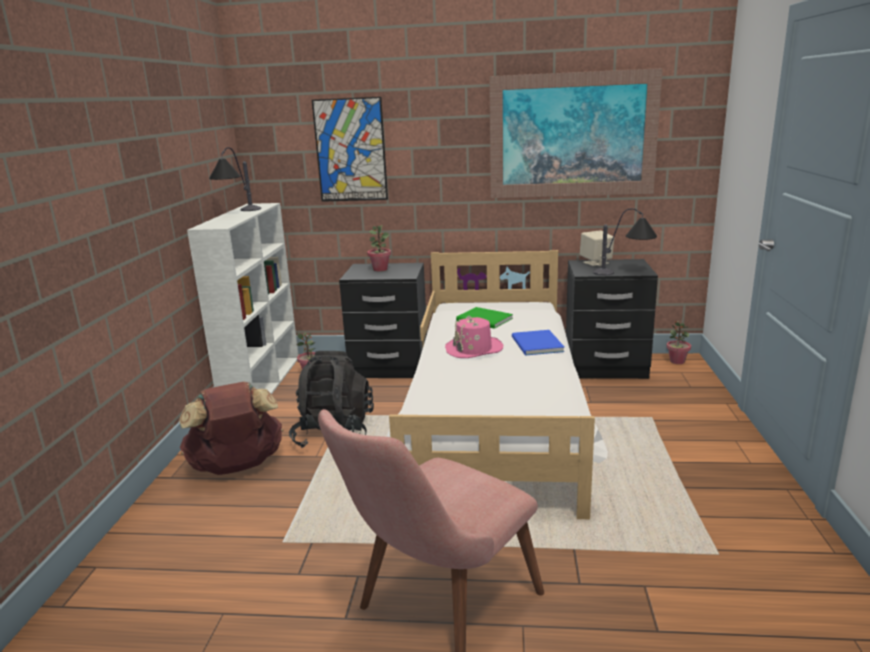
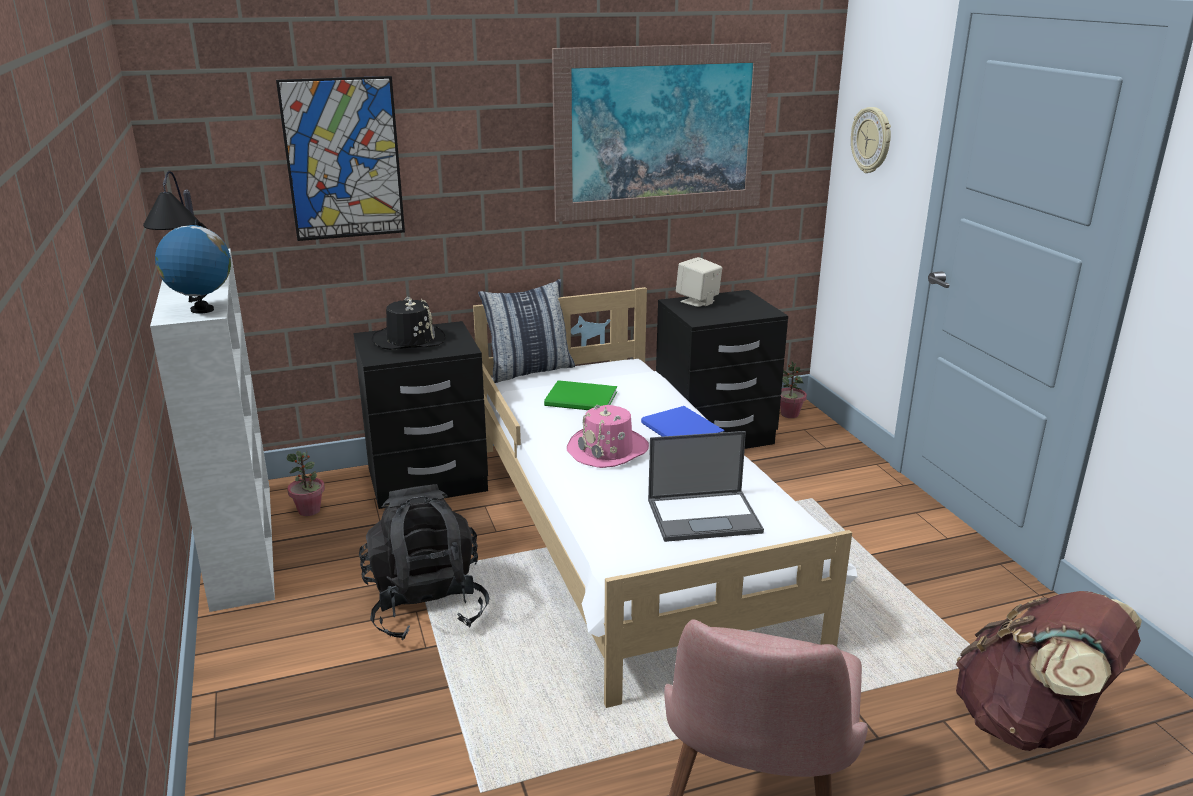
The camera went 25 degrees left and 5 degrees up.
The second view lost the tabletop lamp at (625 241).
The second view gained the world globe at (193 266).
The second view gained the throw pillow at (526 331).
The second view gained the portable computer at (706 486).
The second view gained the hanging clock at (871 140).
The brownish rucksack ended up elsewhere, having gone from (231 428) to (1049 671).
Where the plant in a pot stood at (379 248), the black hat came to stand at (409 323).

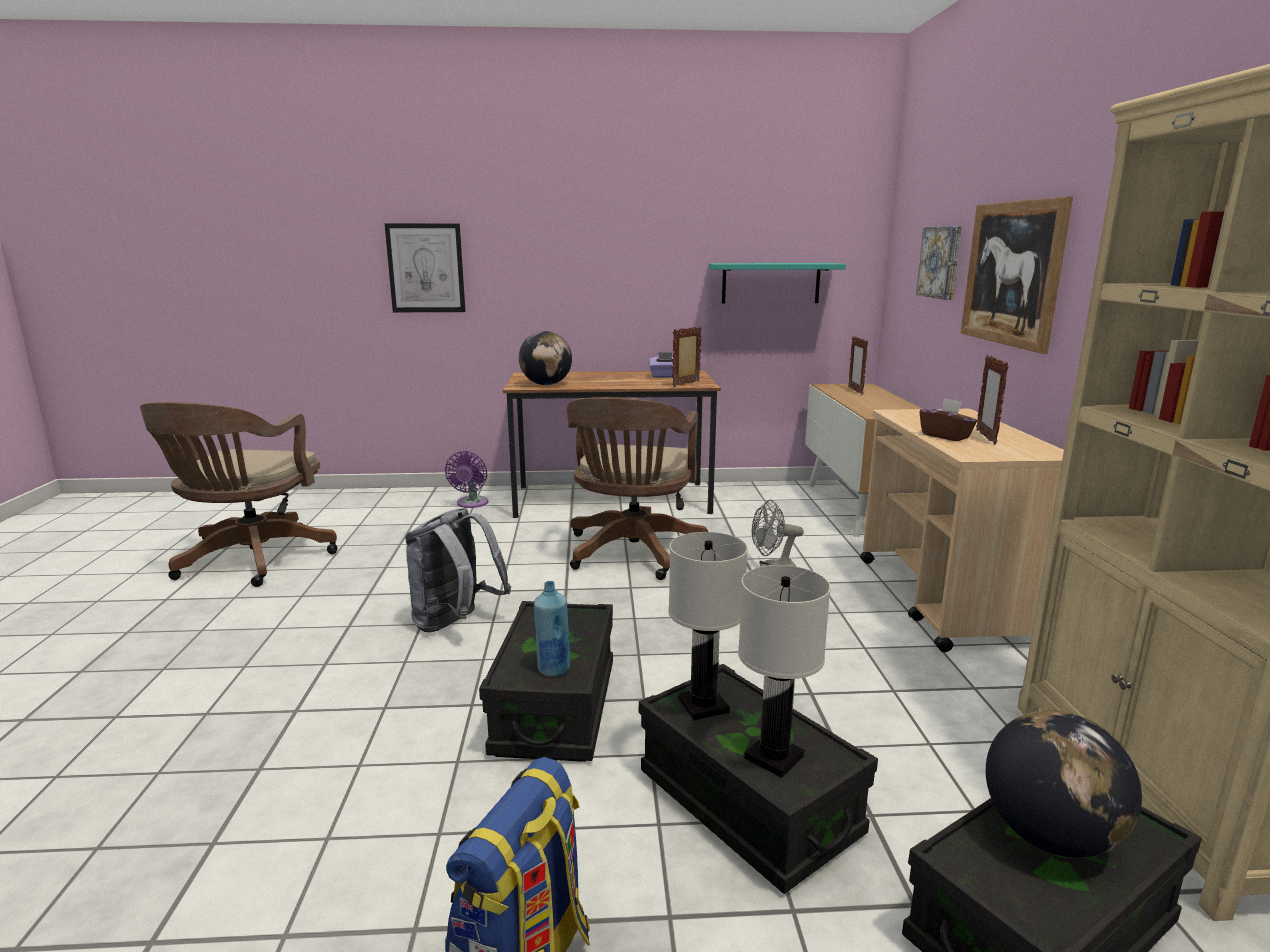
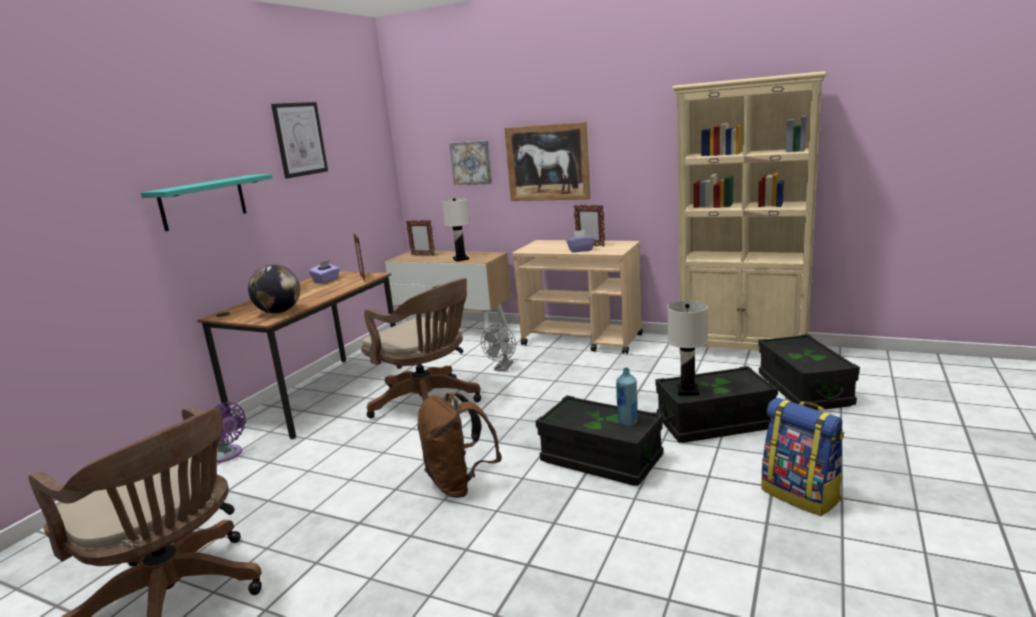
The camera went 60 degrees left and 0 degrees up.
The second view lost the world globe at (1064 784).
The wall picture ended up elsewhere, having gone from (425 267) to (299 140).
The turquoise bracket shelf ended up elsewhere, having gone from (777 283) to (206 202).
The whitish tabletop lamp ended up elsewhere, having gone from (784 671) to (455 230).
What was the grey rucksack at (458 570) turned into the brownish rucksack at (460 445).
What was the brownish tissue holder at (948 419) turned into the purple-coloured tissue holder at (580 241).

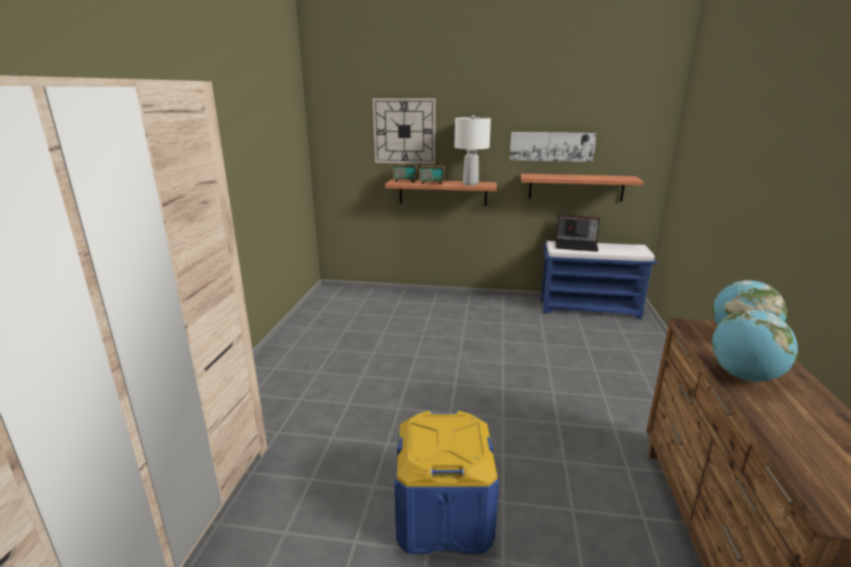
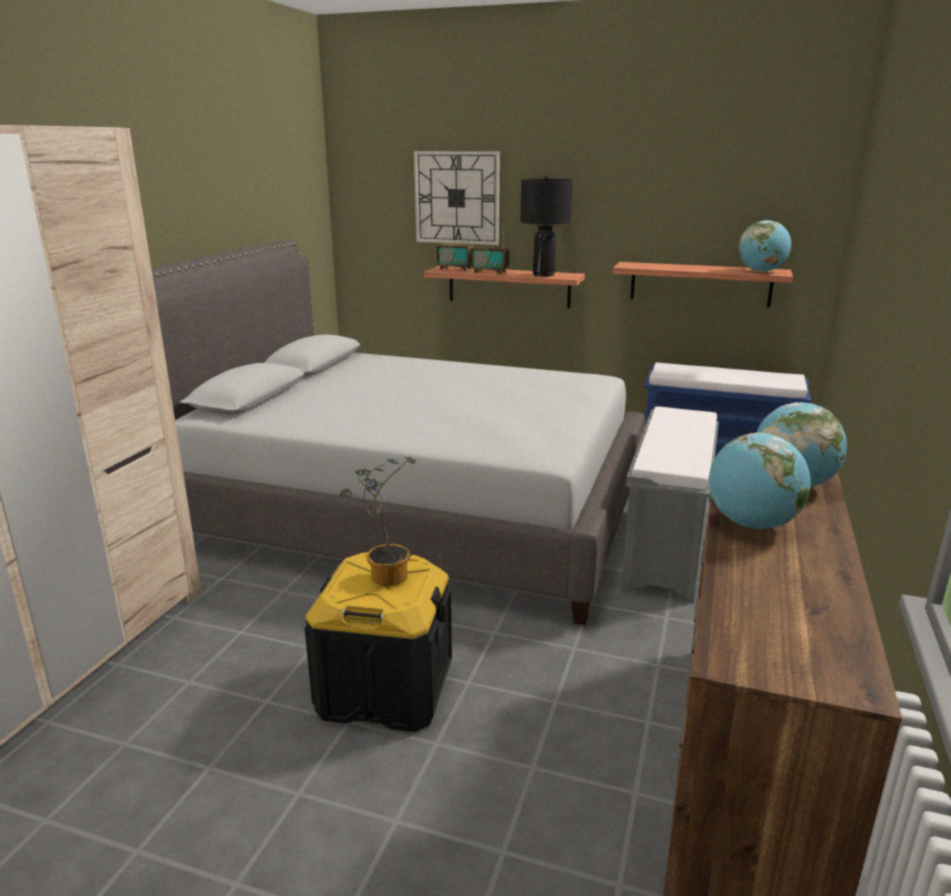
The camera went 10 degrees right and 0 degrees up.
The second view lost the wall picture at (553 147).
The second view lost the portable computer at (577 233).
The second view gained the grey bed at (398 432).
The second view gained the plant in a pot at (378 521).
The second view gained the grey long seat at (670 505).
The second view gained the world globe at (764 246).
What was the blue storage box at (446 482) turned into the black storage box at (378 642).
What was the whitish tabletop lamp at (472 150) turned into the black tabletop lamp at (547 226).

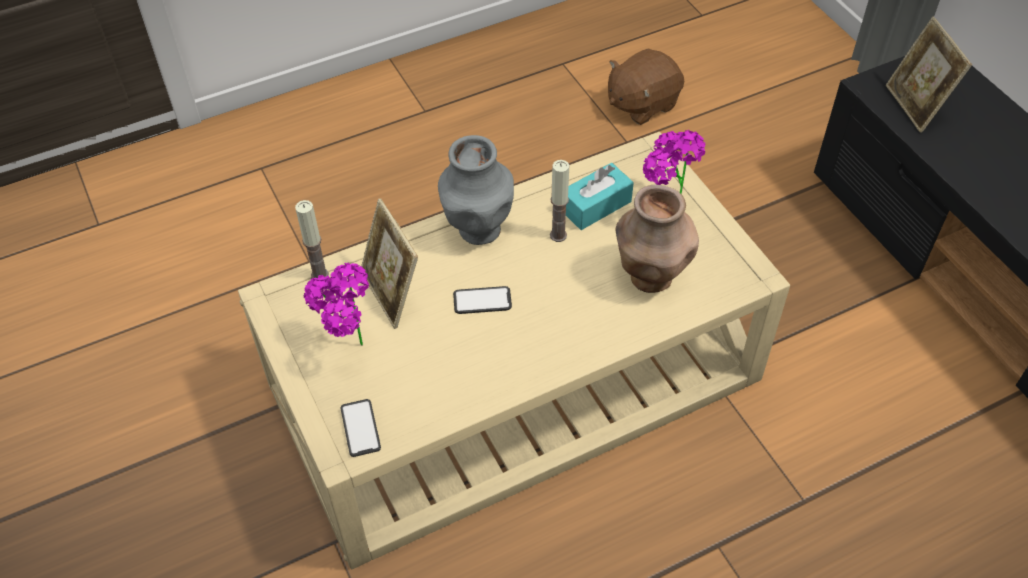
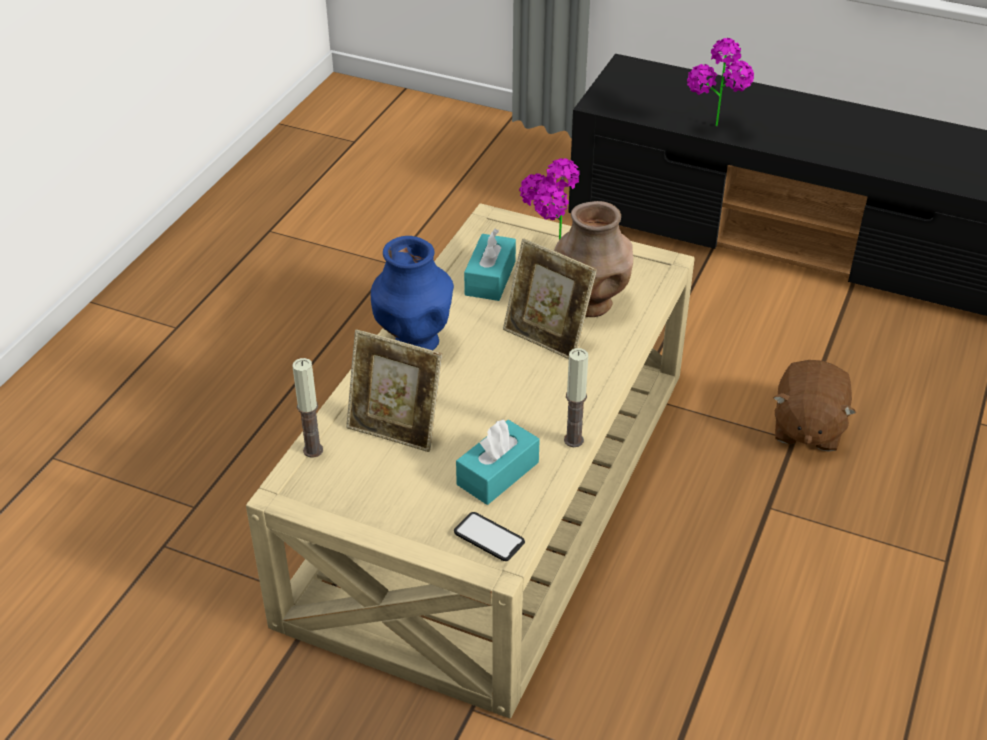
The camera went 40 degrees left and 10 degrees down.
The second view lost the telephone at (482 300).
The second view gained the turquoise tissue holder at (498 462).
The plant in a pot ended up elsewhere, having gone from (336 304) to (720 82).
The wax candle ended up elsewhere, having gone from (559 201) to (576 397).
The brownish soft toy ended up elsewhere, having gone from (646 86) to (814 406).
The standing frame ended up elsewhere, having gone from (929 75) to (550 298).
What was the grey decorative vase at (476 190) turned into the blue decorative vase at (412 293).

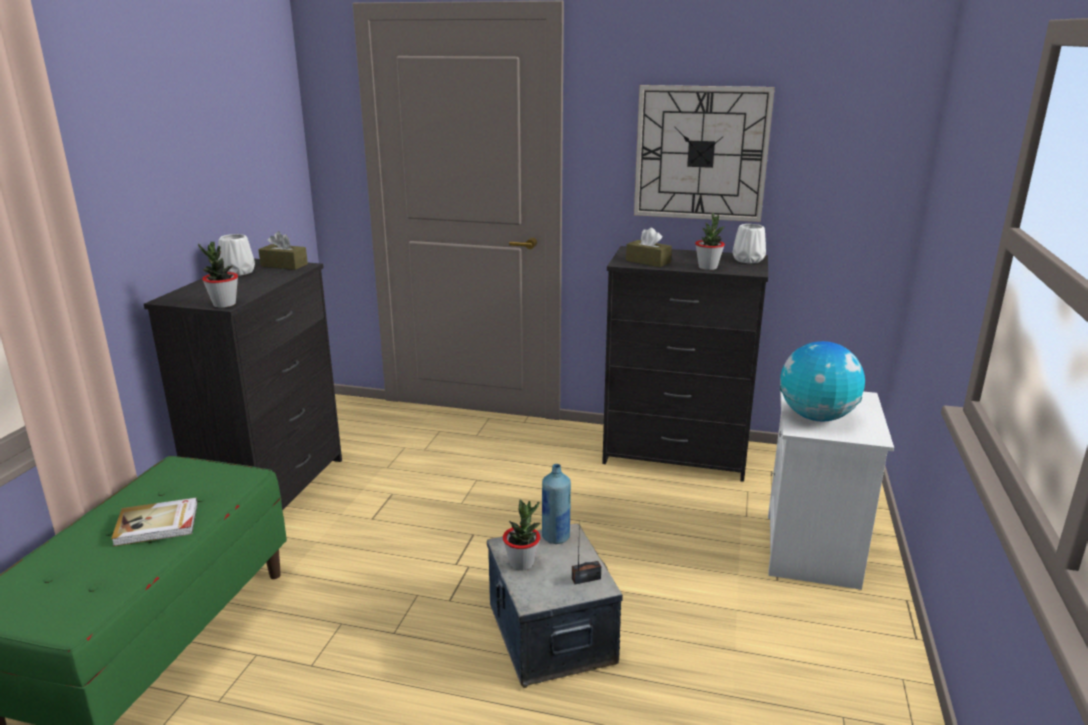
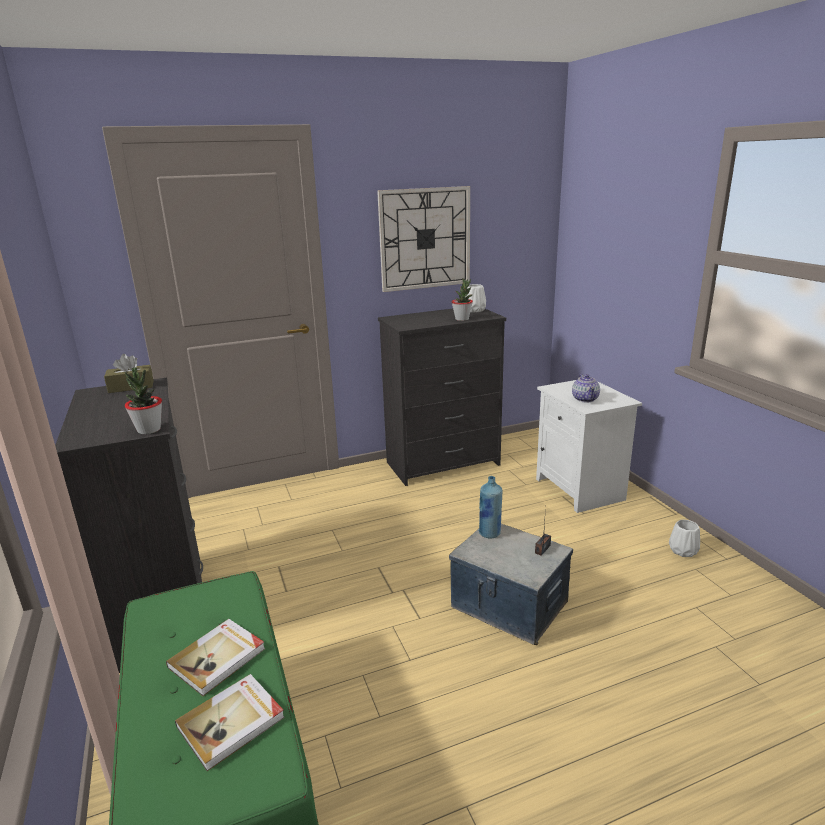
The camera went 35 degrees left and 0 degrees up.
The second view lost the plant in a pot at (521 535).
The second view lost the brownish tissue holder at (649 247).
The second view gained the volume at (230 722).
The whitish decorative vase ended up elsewhere, having gone from (236 255) to (684 538).
Where the world globe stood at (822 381), the pot for tea came to stand at (586 388).

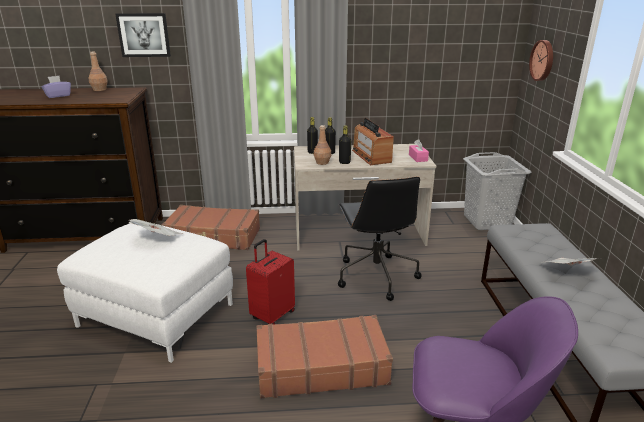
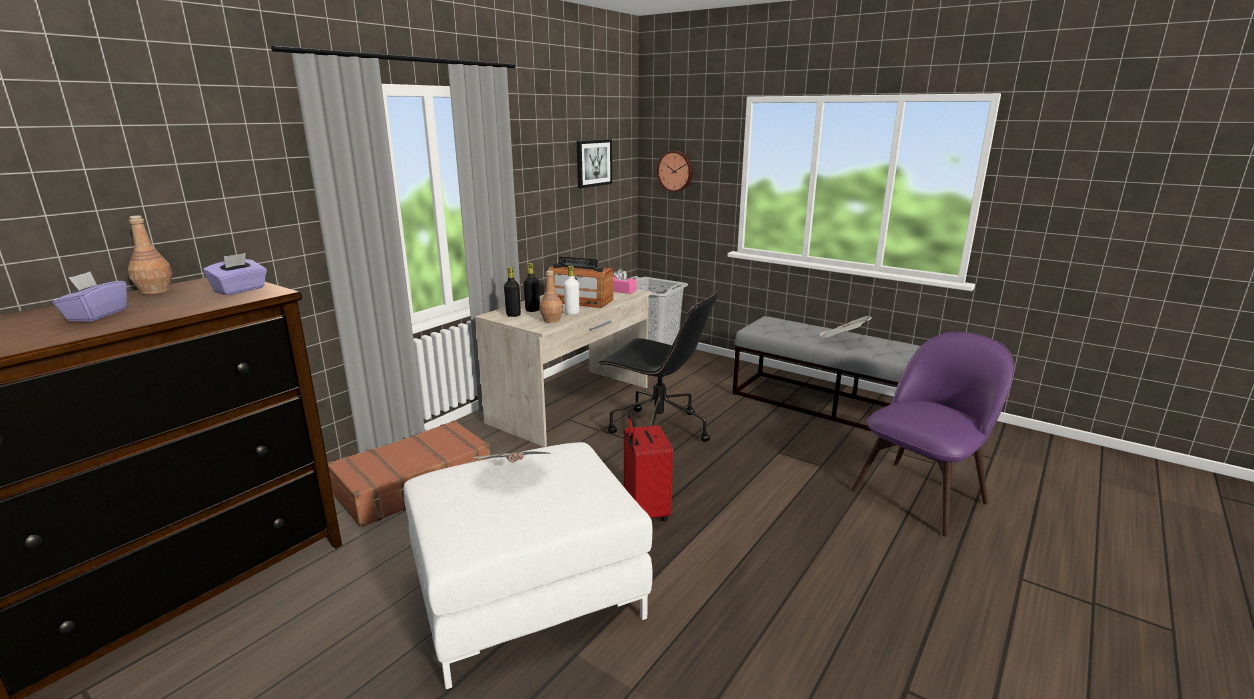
The camera went 50 degrees left and 5 degrees down.
The second view lost the brownish piece of luggage at (324 357).
The second view gained the purple-coloured tissue holder at (235 274).
The wall picture ended up elsewhere, having gone from (143 35) to (594 163).
What was the black beverage bottle at (345 144) turned into the whitish beverage bottle at (571 290).

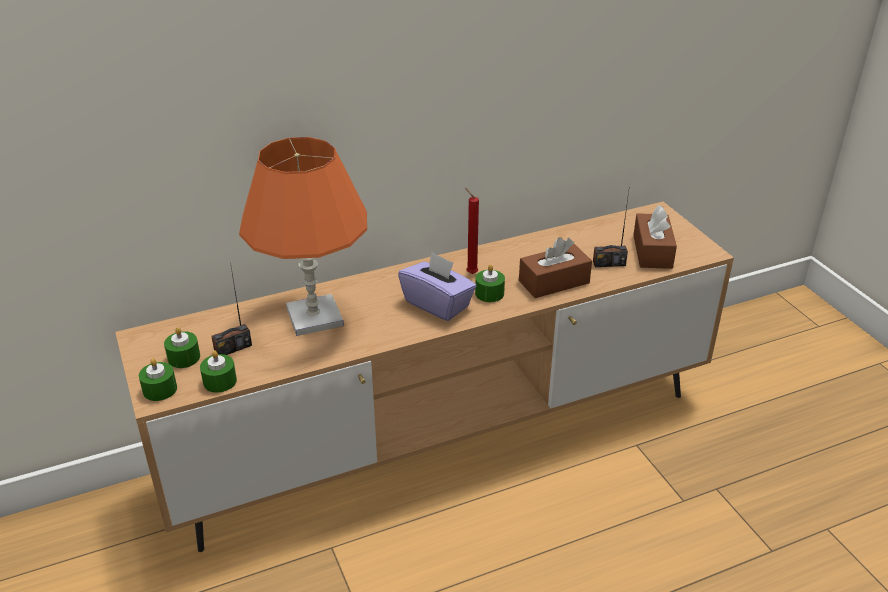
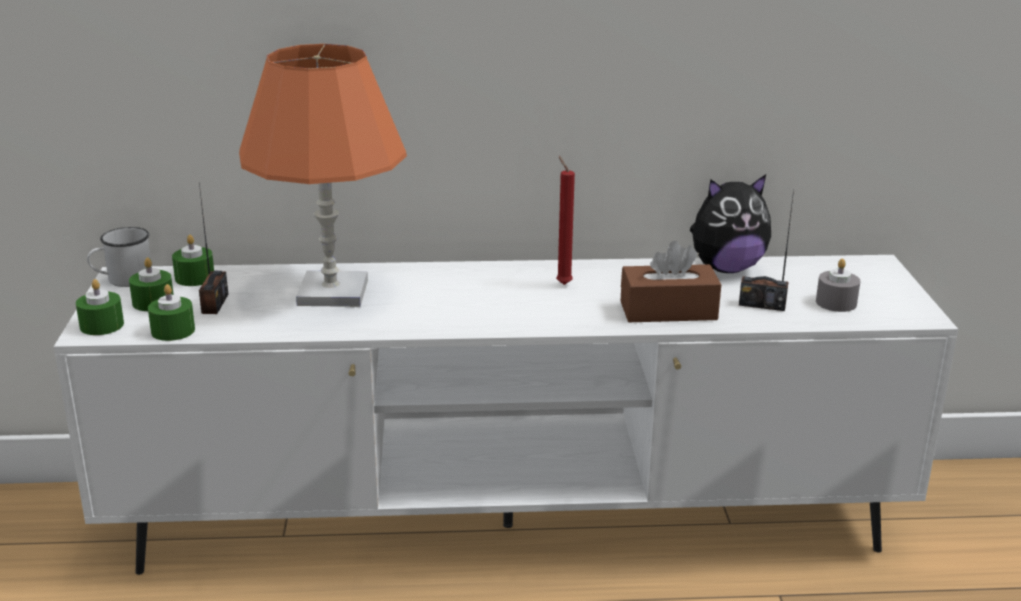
The camera went 20 degrees right and 10 degrees down.
The second view lost the purple-coloured tissue holder at (437 286).
The second view gained the whitish tea mug at (119 257).
The second view gained the soft toy at (730 223).
The green-coloured wax candle ended up elsewhere, having gone from (490 283) to (193 260).
Where the brownish tissue holder stood at (655 237), the grey wax candle came to stand at (838 285).
What was the brownish media console at (424 377) turned into the whitish media console at (506 415).
The radio receiver at (231 311) ended up facing another way, 75 degrees counterclockwise from before.

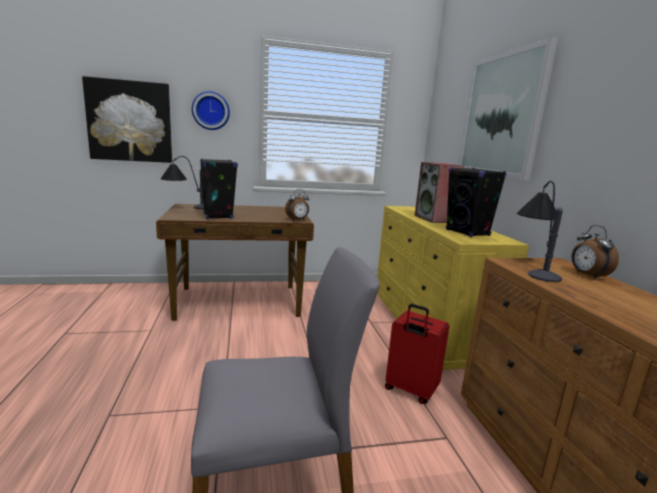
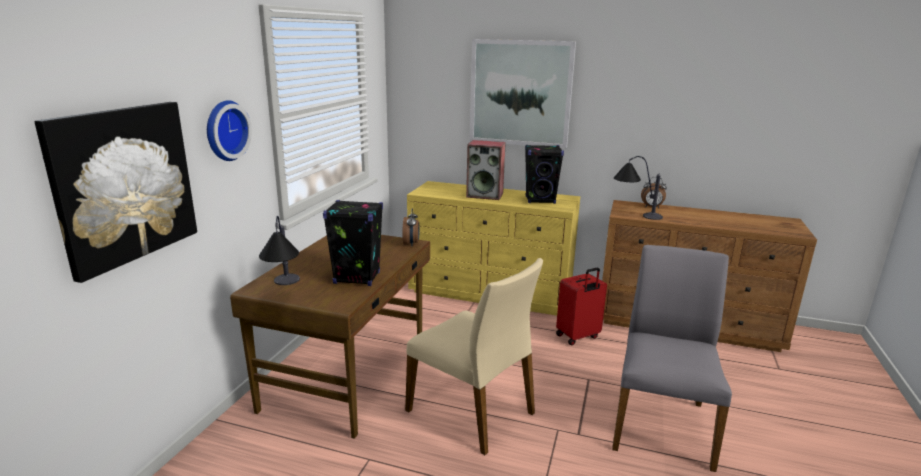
The camera went 60 degrees left and 5 degrees up.
The second view gained the beige-coloured chair at (474 356).

